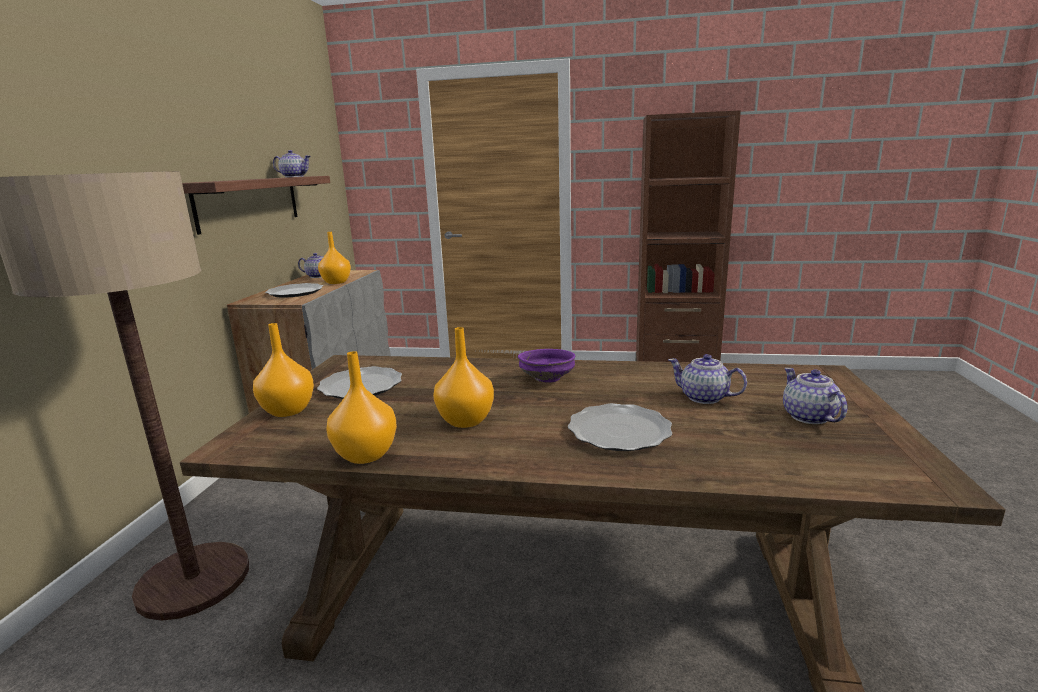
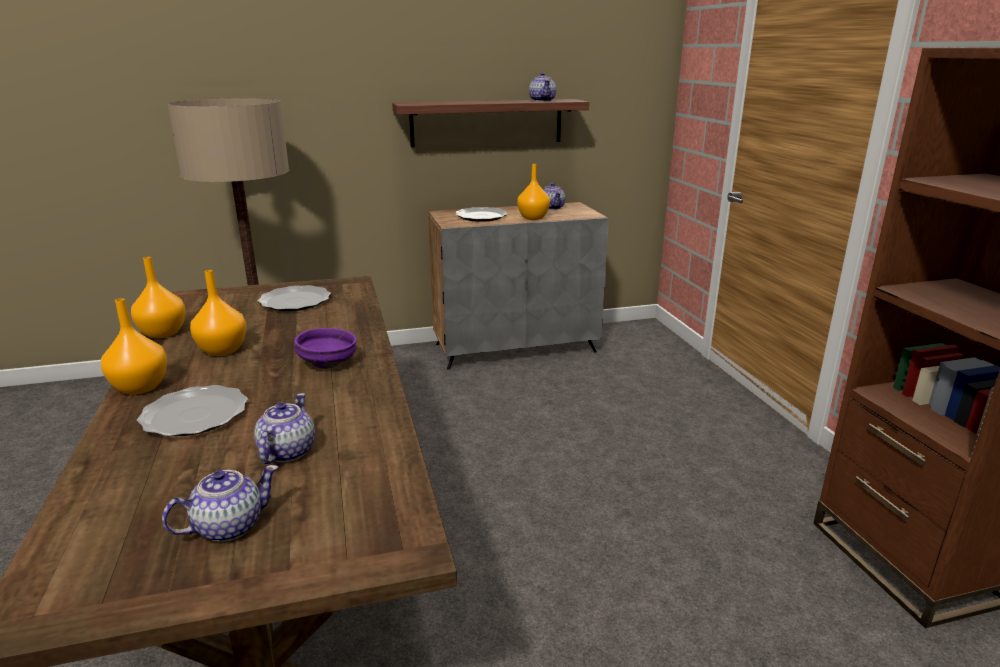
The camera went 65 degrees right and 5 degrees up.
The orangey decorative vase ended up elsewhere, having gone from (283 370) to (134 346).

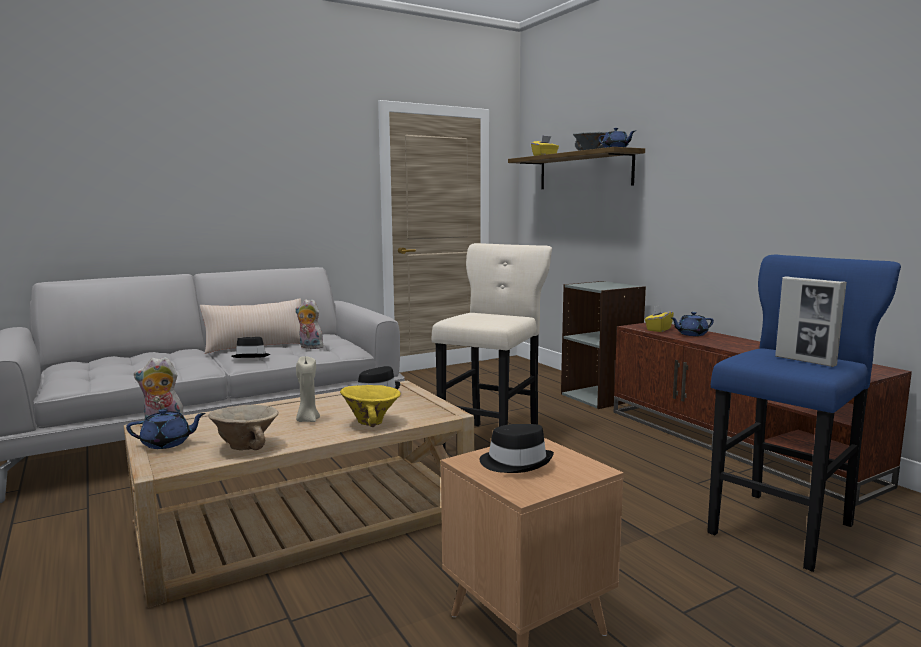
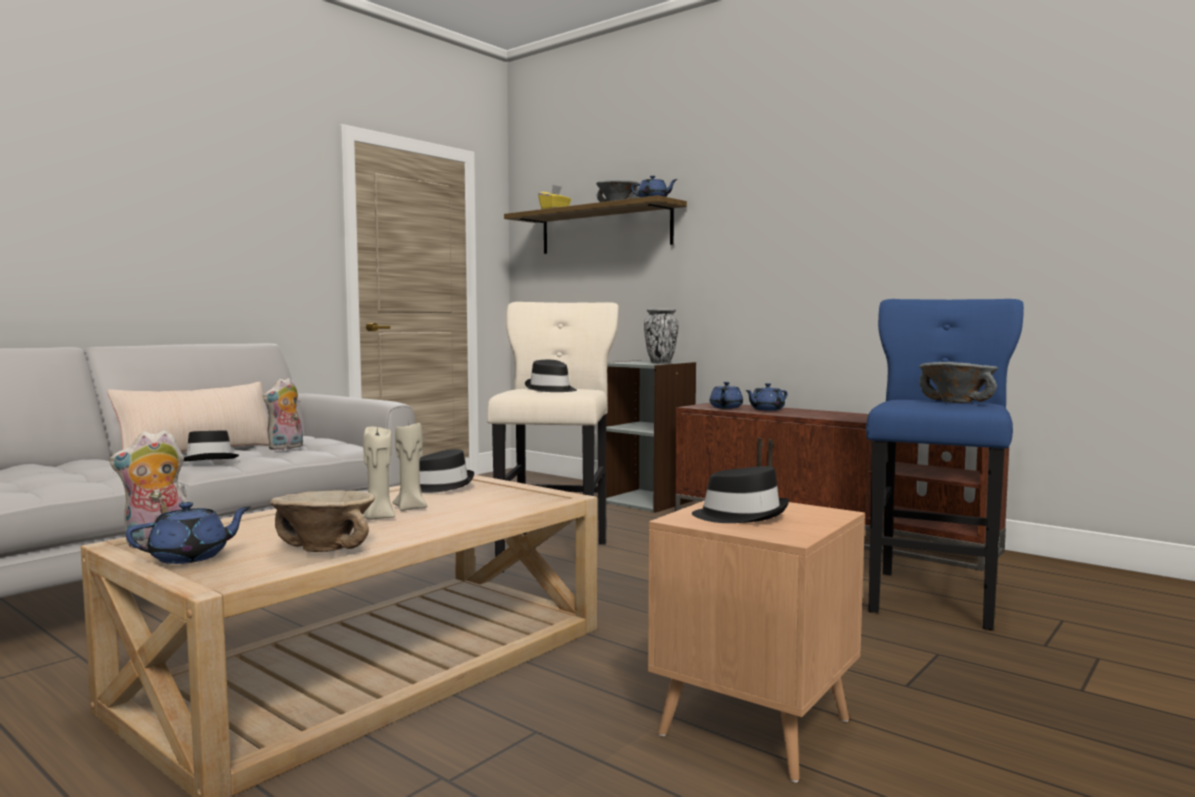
The camera went 20 degrees left and 5 degrees down.
The second view lost the yellow-coloured deep dish at (370 406).
The second view gained the beige-coloured wax candle at (409 466).
The second view gained the black hat at (551 376).
The second view gained the decorative vase at (661 336).
Where the yellow-coloured tissue holder stood at (659 318), the blue pot for tea came to stand at (726 395).
Where the standing frame stood at (811 321), the grey deep dish came to stand at (958 382).
The soft toy at (309 324) ended up facing another way, 60 degrees counterclockwise from before.

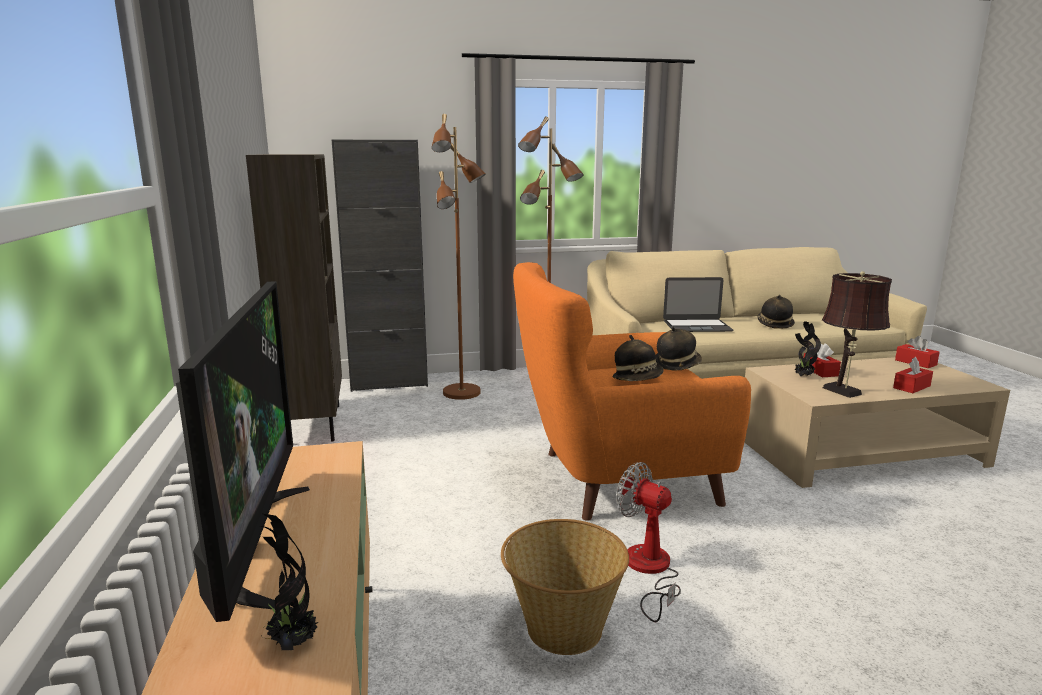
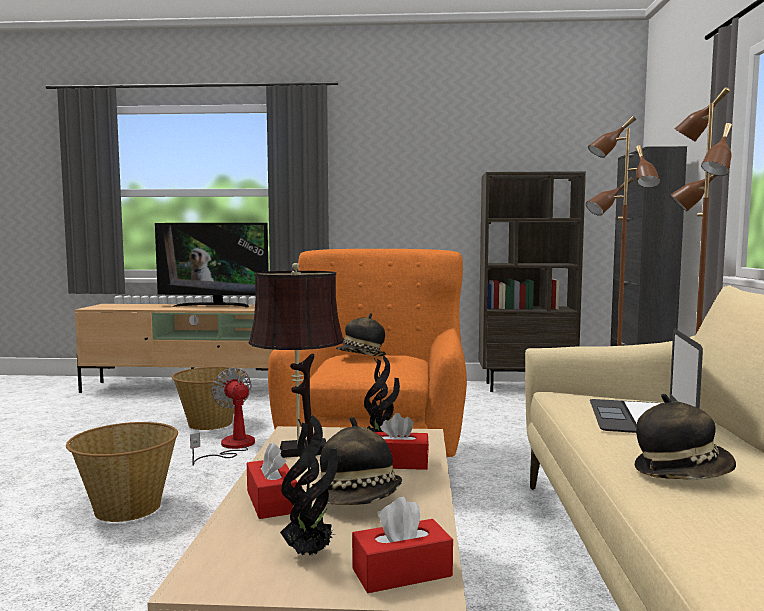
The camera went 105 degrees right and 10 degrees down.
The second view gained the storage basket at (122 472).
The plant in a pot ended up elsewhere, having gone from (289 582) to (309 485).
The hat ended up elsewhere, having gone from (679 349) to (361 461).
The fan at (648 542) ended up facing another way, 90 degrees counterclockwise from before.

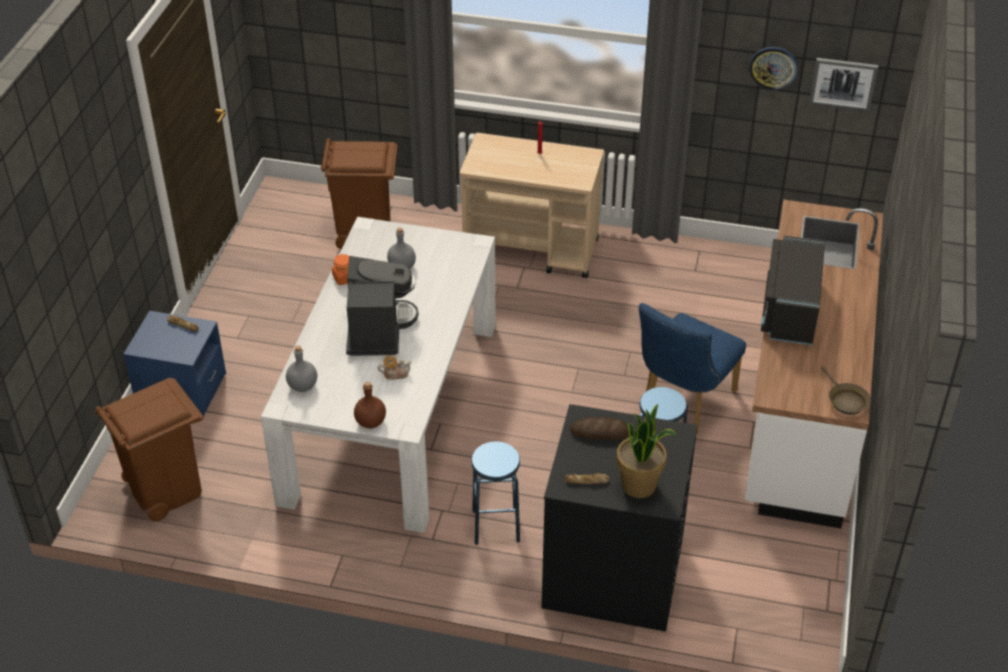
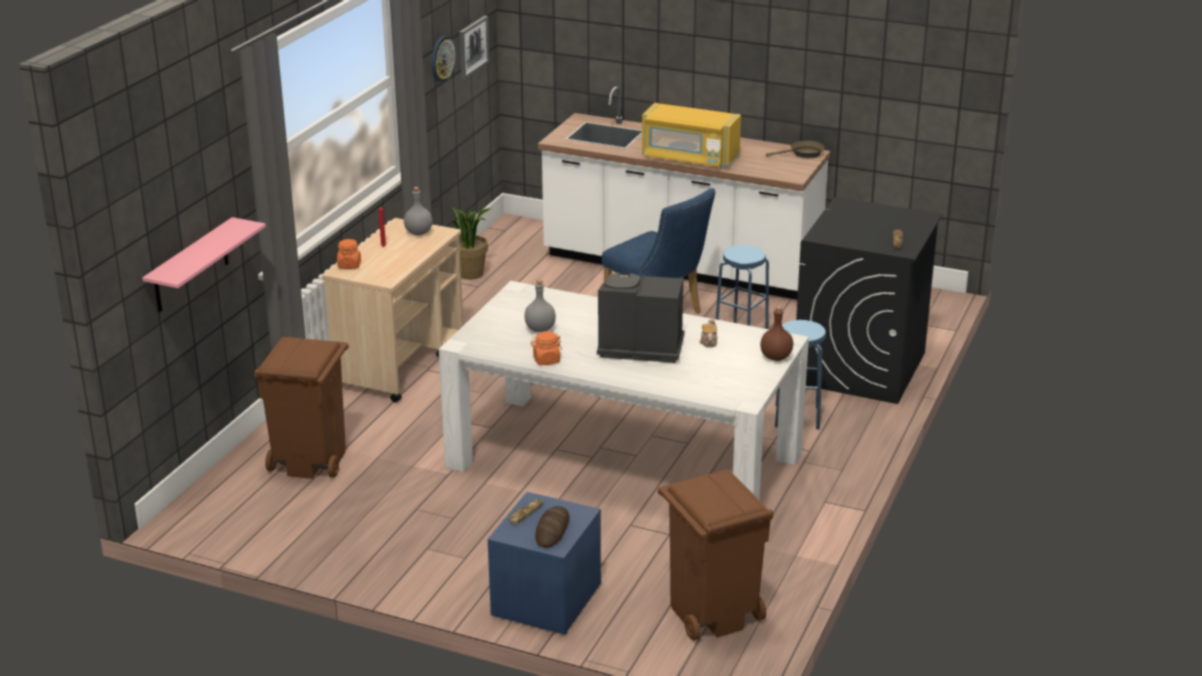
The camera went 80 degrees left and 15 degrees down.
The second view gained the pinkish bracket shelf at (204 264).
The second view gained the orangey jar at (349 254).
The grey beverage bottle ended up elsewhere, having gone from (301 369) to (418 211).
The bakery bread ended up elsewhere, having gone from (599 428) to (552 527).
The plant in a pot ended up elsewhere, having gone from (646 451) to (472 244).
What was the black microwave at (793 290) turned into the yellow-coloured microwave at (691 135).

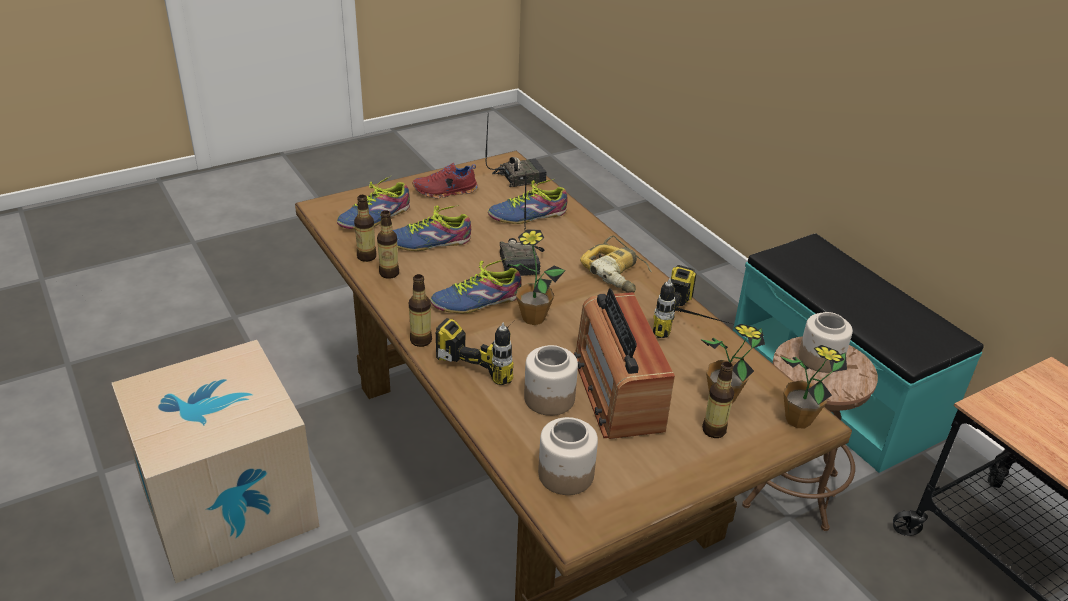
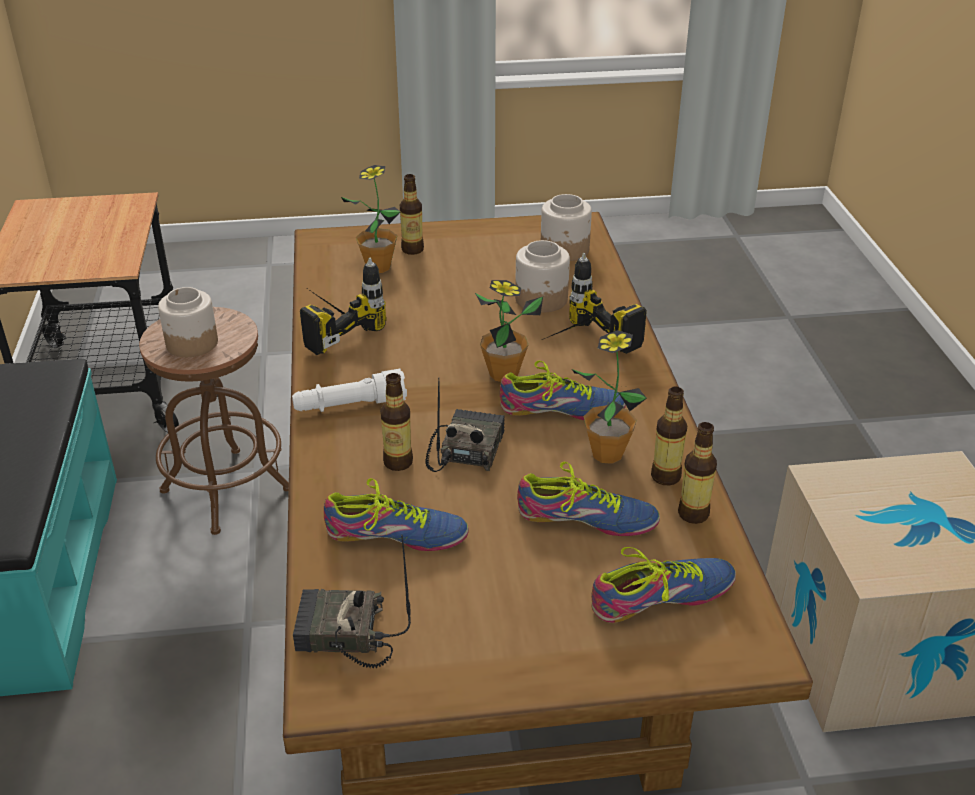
The camera went 155 degrees left and 0 degrees up.
The second view lost the red item of footwear at (445 181).
The second view lost the radio receiver at (624 363).
The beverage bottle ended up elsewhere, having gone from (420 310) to (396 422).
The plant in a pot ended up elsewhere, having gone from (813 387) to (609 397).
Where the power drill stood at (616 264), the whitish hand torch came to stand at (349 390).

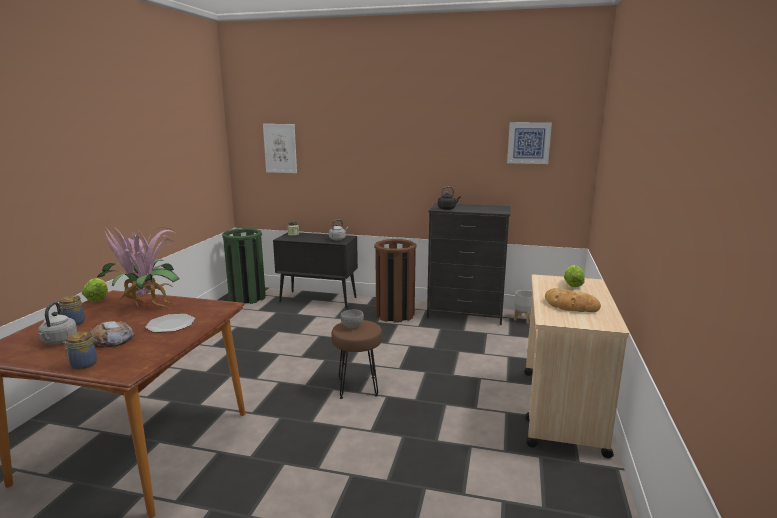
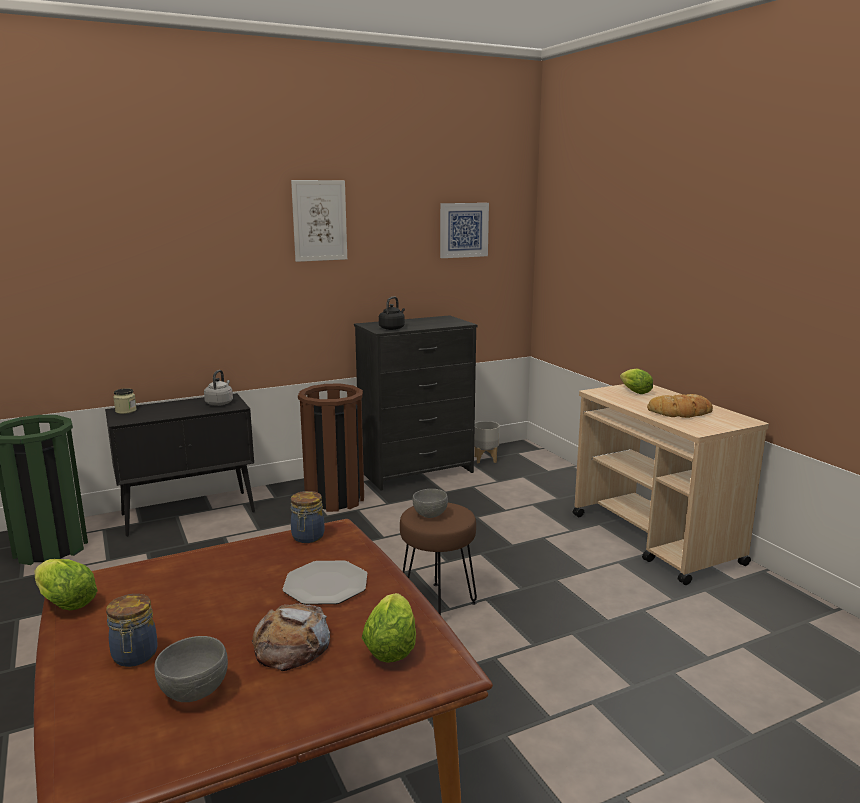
The camera went 40 degrees left and 0 degrees up.
The second view lost the plant in a pot at (138 267).
The second view gained the head of lettuce at (389 628).
The jar ended up elsewhere, having gone from (80 350) to (307 517).
The wall picture ended up elsewhere, having gone from (280 148) to (319 221).
Where the grey tea kettle stood at (57 323), the grey deep dish came to stand at (191 669).

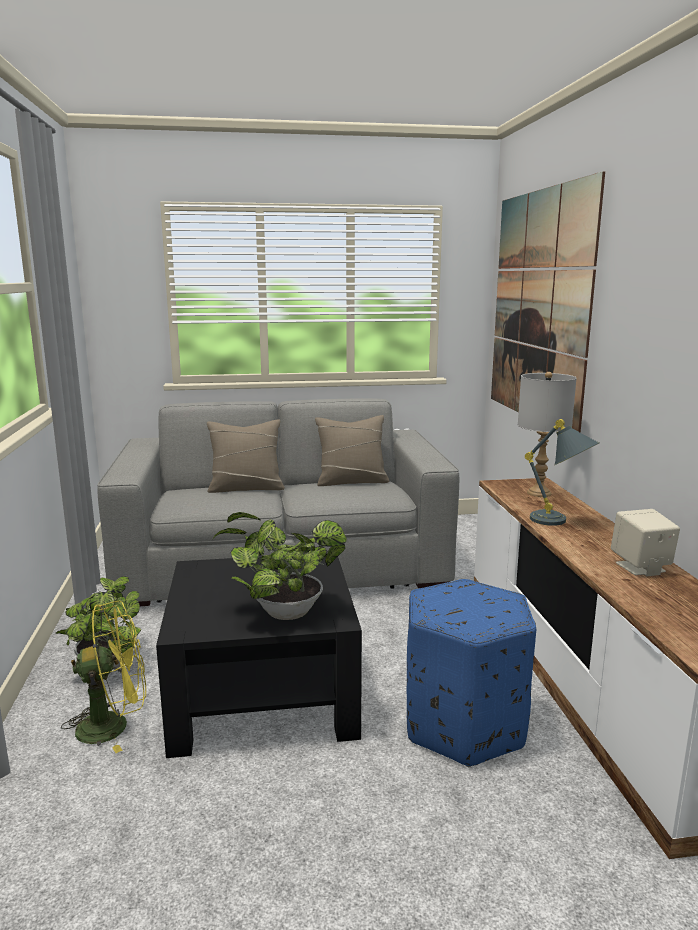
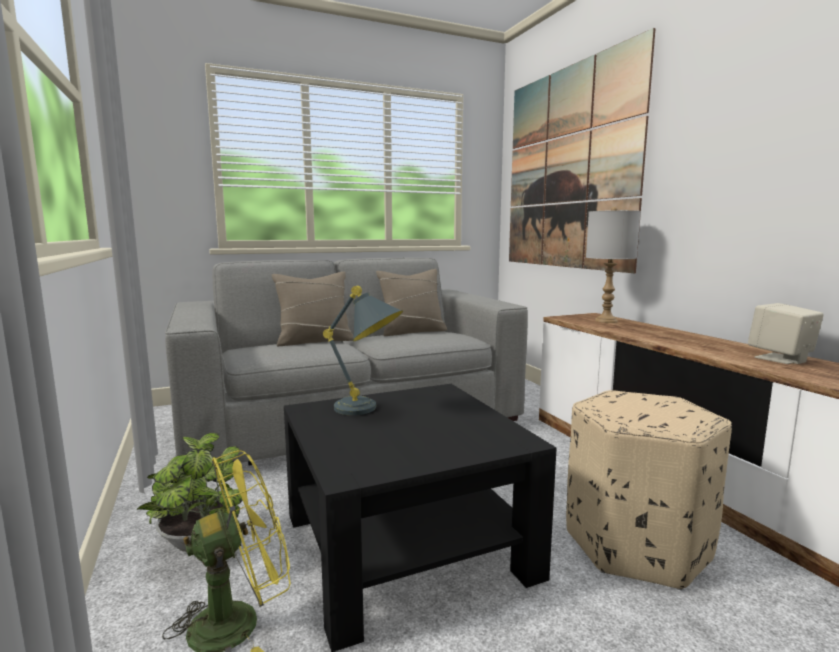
The camera went 15 degrees left and 5 degrees down.
The second view lost the plant in a pot at (280 566).
The grey tabletop lamp ended up elsewhere, having gone from (562 472) to (363 350).
What was the blue ottoman at (471 673) turned into the beige-coloured ottoman at (649 490).

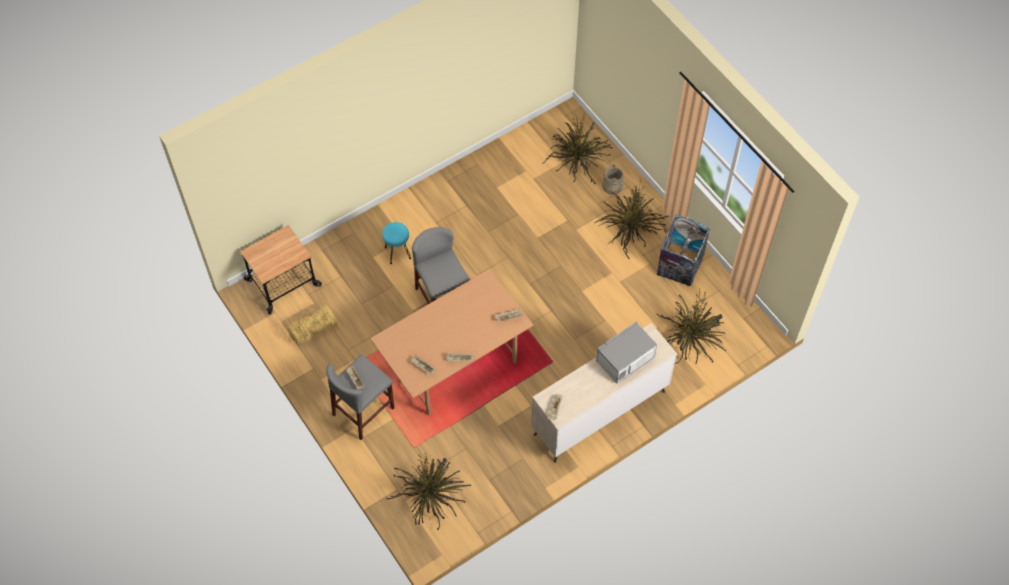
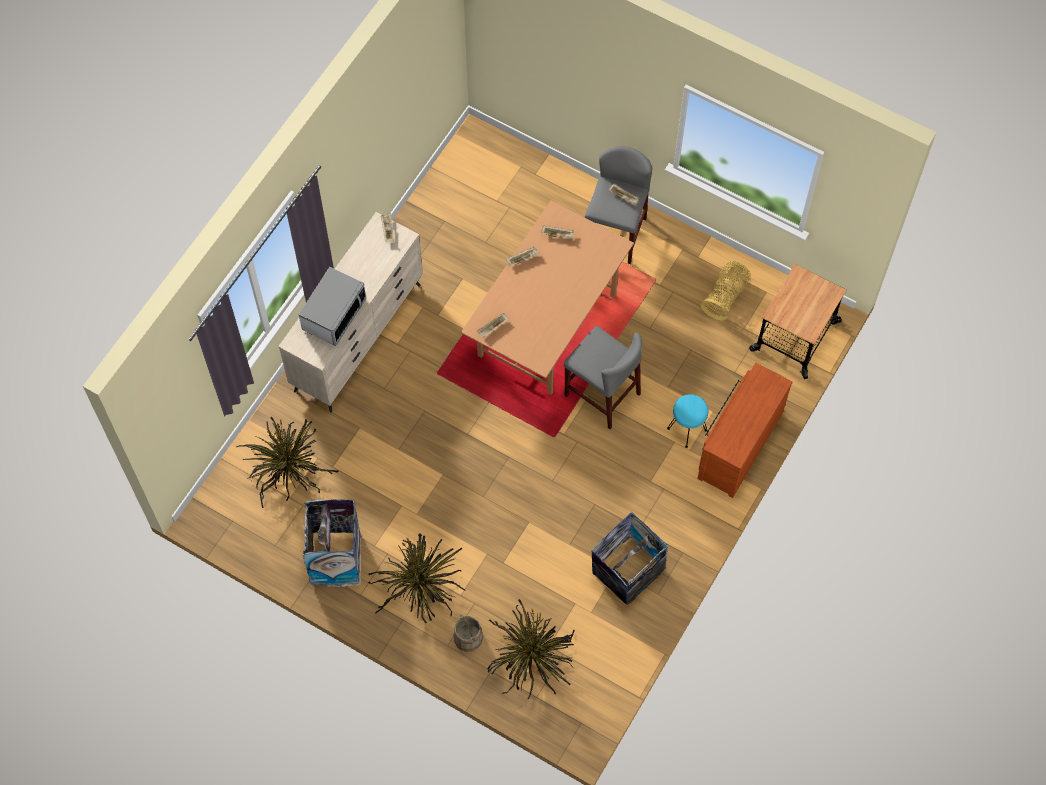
The camera went 155 degrees right and 5 degrees up.
The second view lost the plant in a pot at (428 491).
The second view gained the waste bin at (630 558).
The second view gained the brownish dresser at (745 430).

